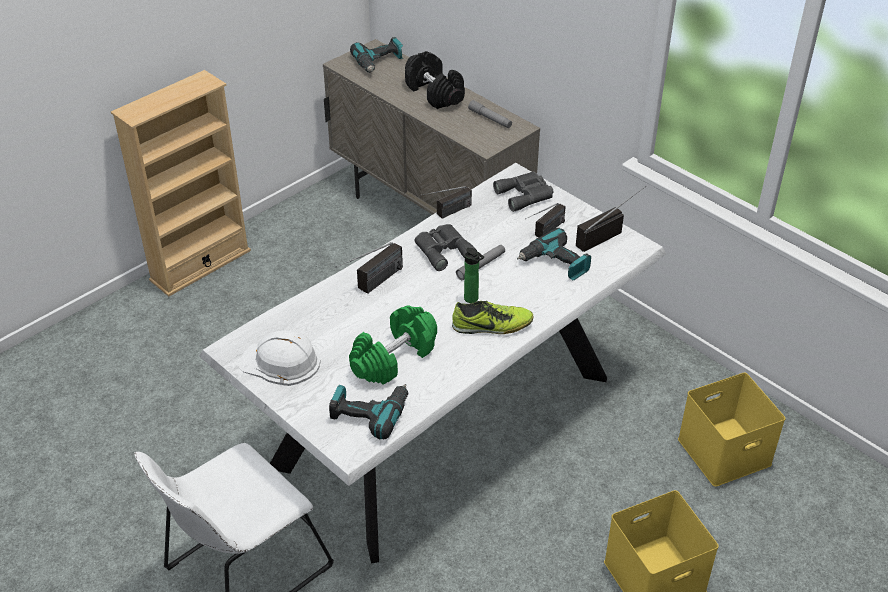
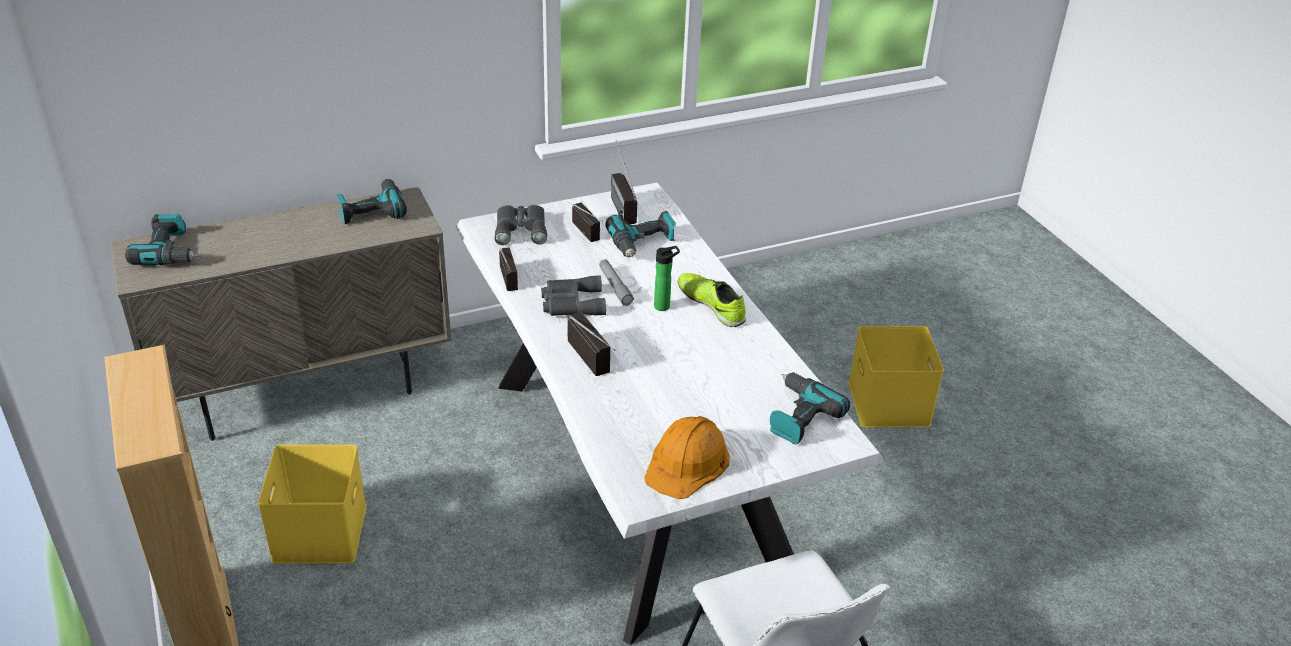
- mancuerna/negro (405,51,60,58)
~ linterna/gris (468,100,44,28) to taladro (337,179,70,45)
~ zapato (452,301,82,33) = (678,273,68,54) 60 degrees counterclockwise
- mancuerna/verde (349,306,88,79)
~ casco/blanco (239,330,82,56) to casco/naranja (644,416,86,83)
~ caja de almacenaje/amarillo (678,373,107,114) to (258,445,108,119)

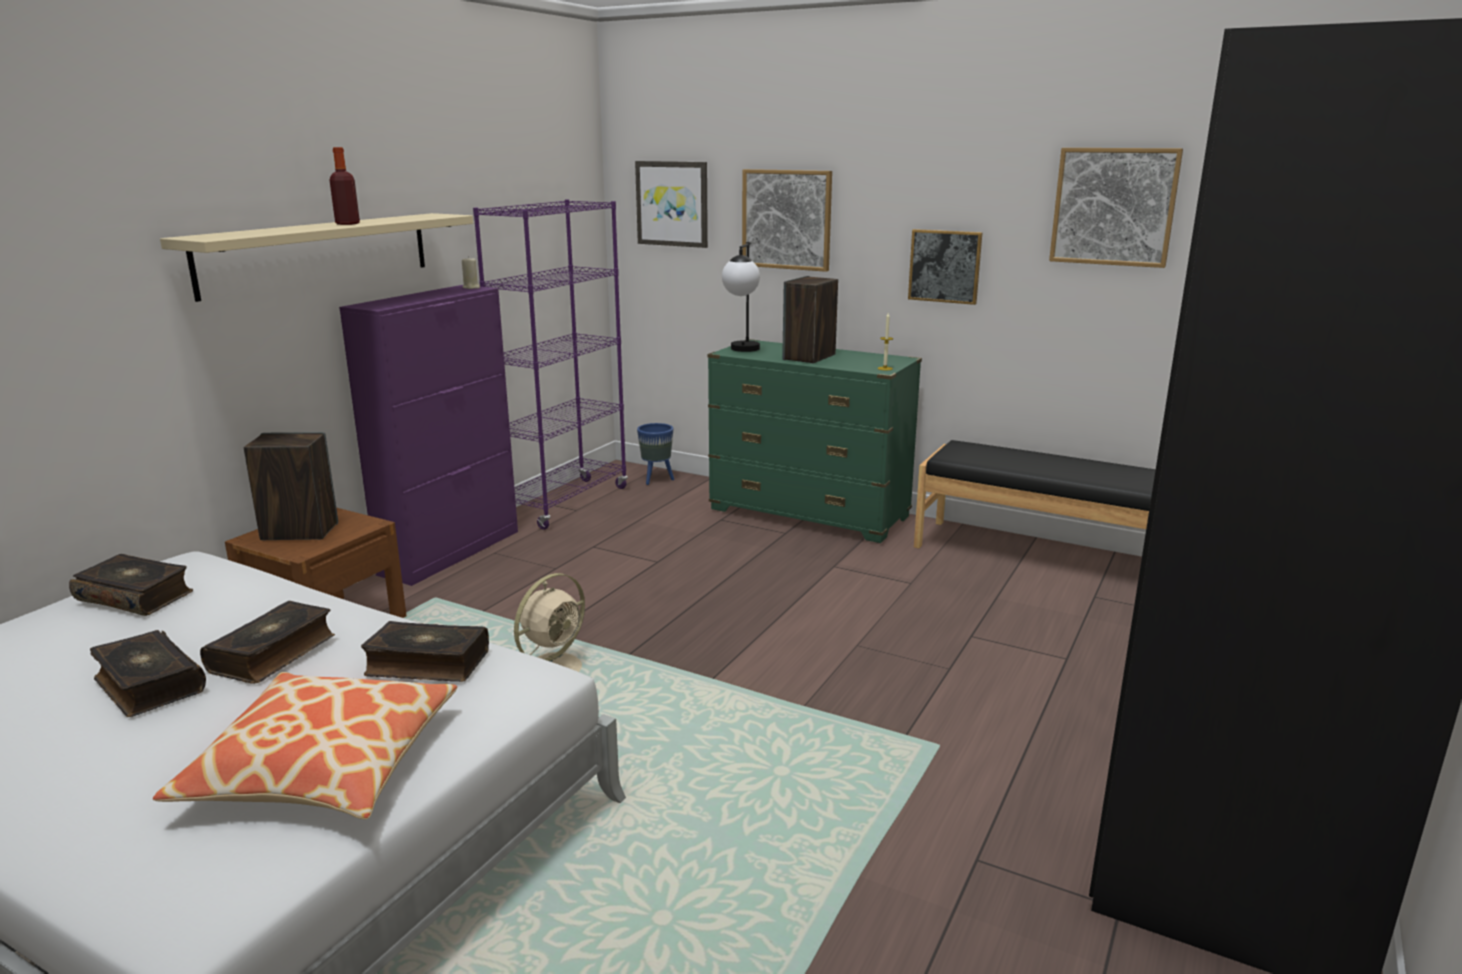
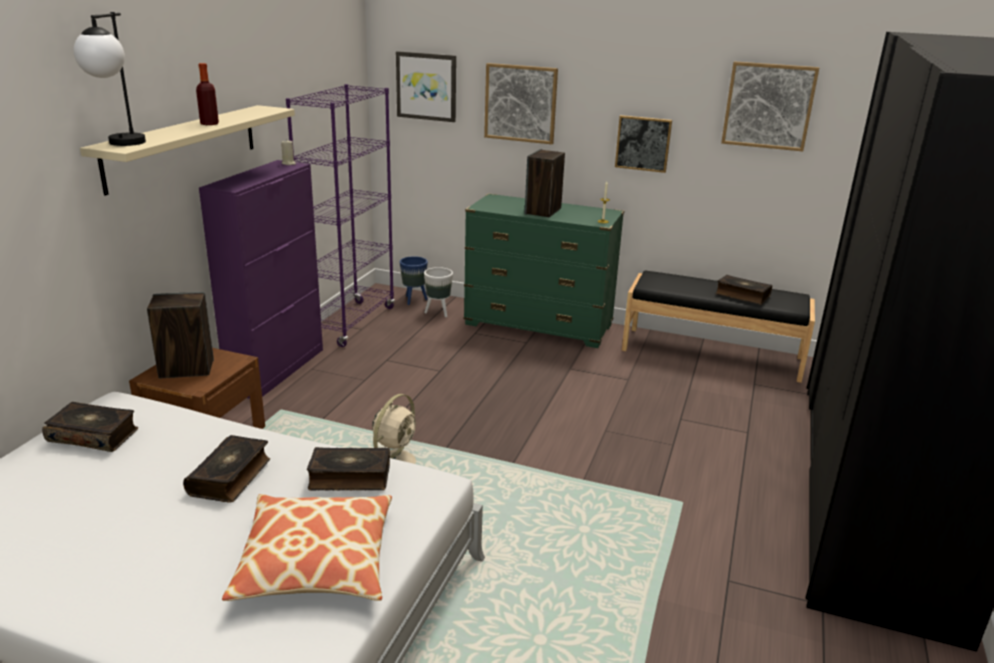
~ lámpara de mesa (722,242,38,110) to (73,12,73,134)
~ libro (90,630,116,87) to (715,275,57,30)
+ maceta/blanco (424,267,29,50)

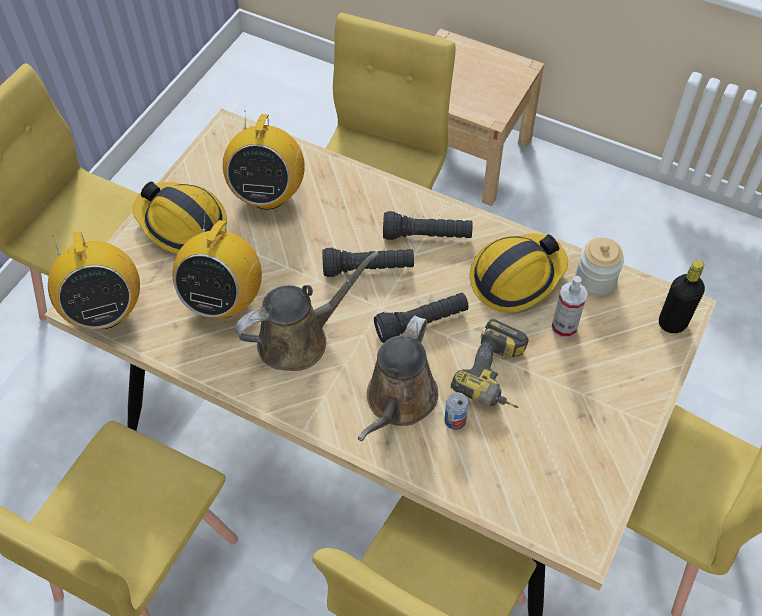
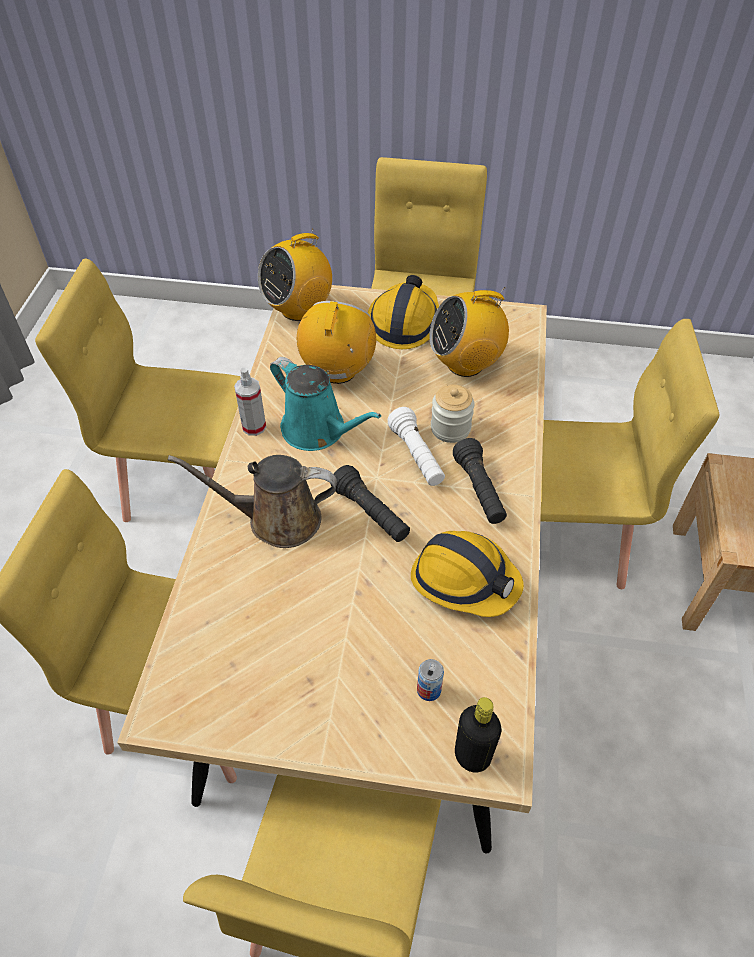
~ radio (173,212,89,106) = (297,301,79,83) 105 degrees clockwise
~ tarro (575,238,49,58) to (431,384,43,59)
~ linterna/negro (322,247,92,30) to linterna/blanco (388,407,57,79)
~ regadera/marrón (235,251,144,120) to regadera/turquesa (270,357,111,94)
~ pulverizador (551,276,37,62) to (234,368,32,68)
- taladro (451,319,78,89)
~ lata (445,392,23,38) to (417,659,27,42)

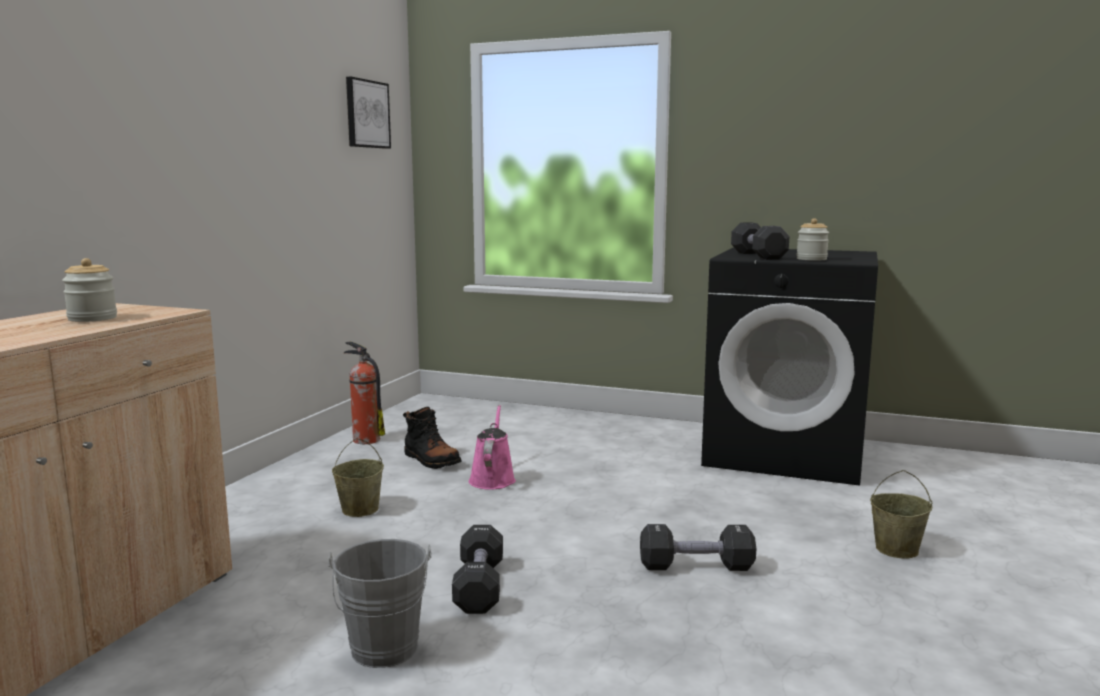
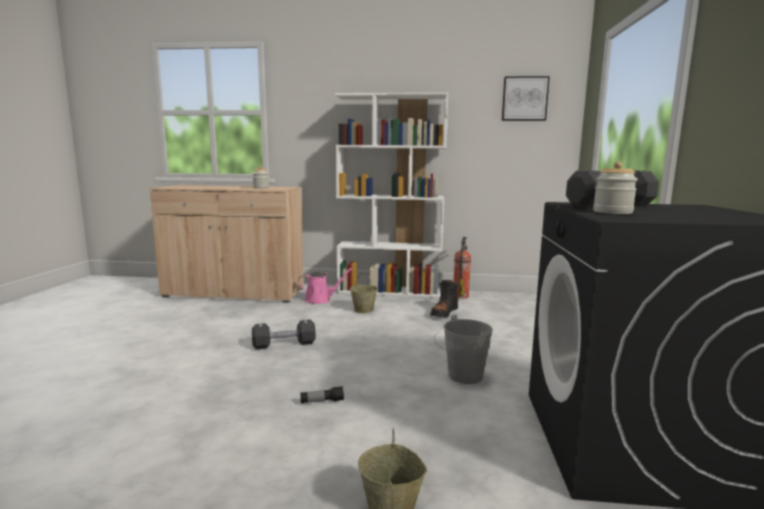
~ regadera/rosa (469,405,47,85) to (298,268,55,36)
~ mancuerna/negro (640,524,116,47) to linterna (301,386,43,17)
~ cubo/gris (328,539,103,129) to (434,315,59,69)
+ estantería/blanco (335,92,114,206)

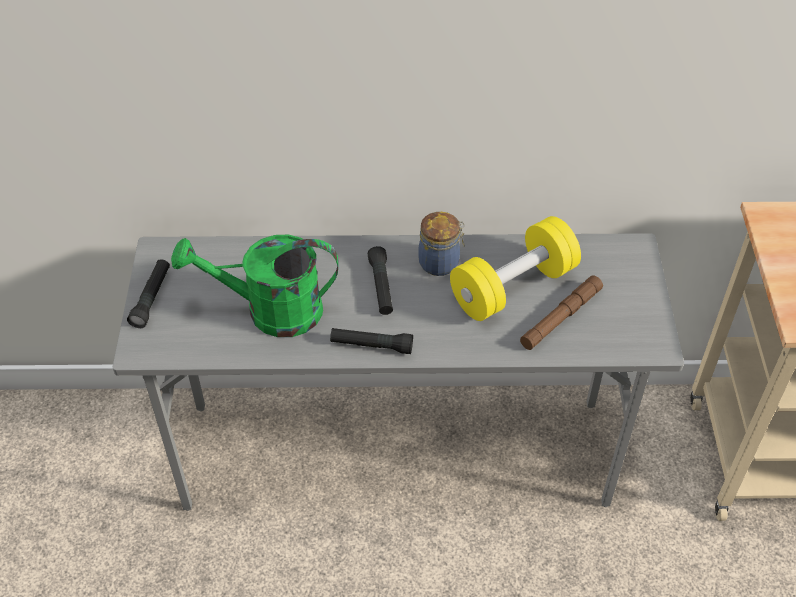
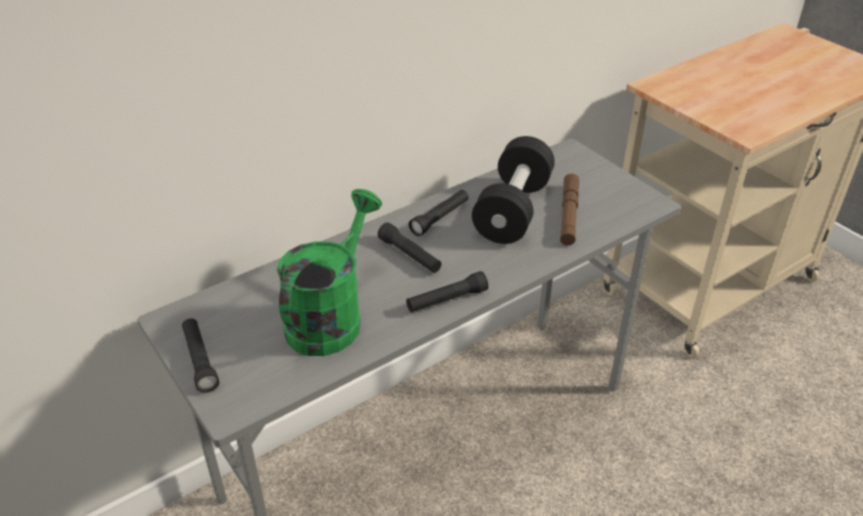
~ tarro (418,212,47,64) to linterna/negro (409,190,60,46)
~ mancuerna/amarillo (450,216,131,105) to mancuerna/negro (472,136,83,108)
~ regadera/verde (171,234,168,103) = (277,189,105,167) 150 degrees clockwise

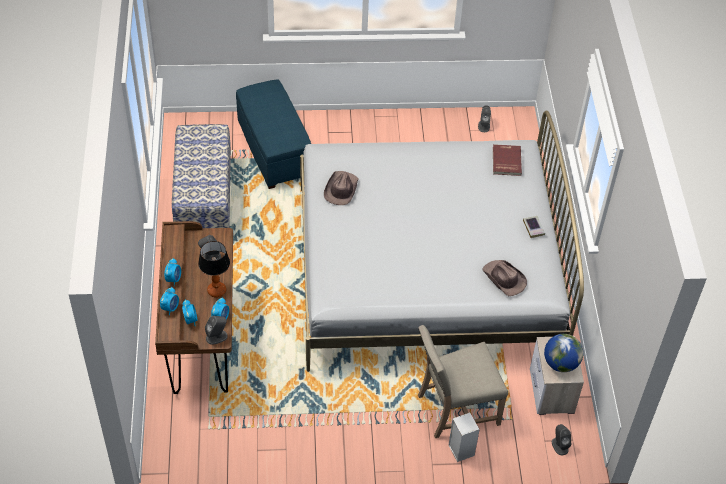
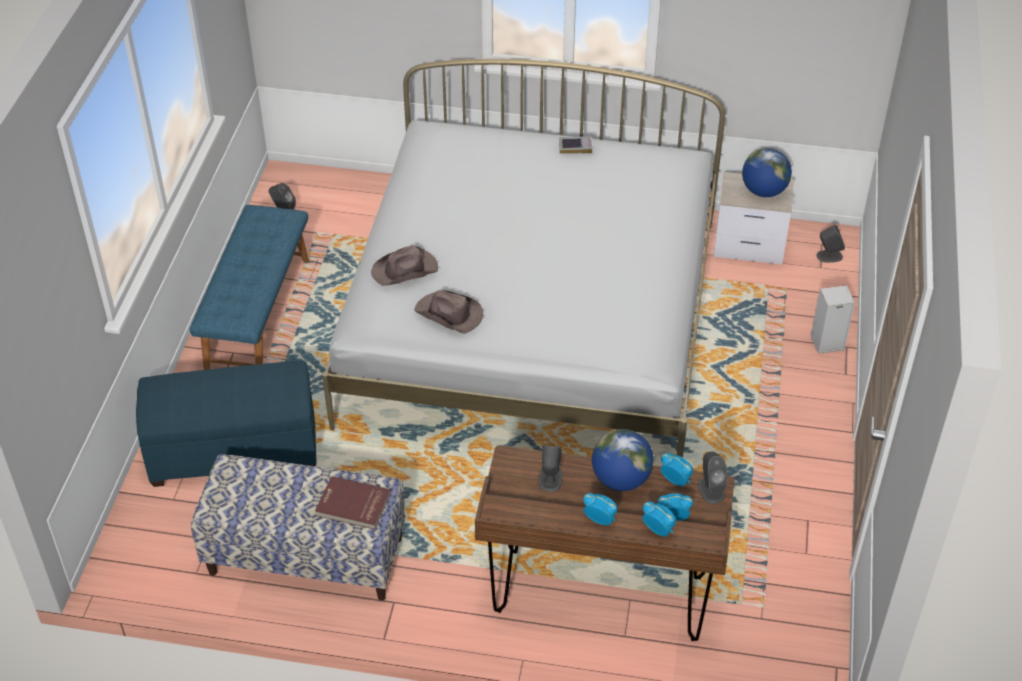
~ libro/rojo (493,144,29,32) to (315,476,76,54)
~ lámpara de mesa (198,241,32,57) to globo terráqueo (592,429,62,62)
~ sombrero/marrón (482,260,45,36) to (371,245,67,41)
- silla/beis (418,325,90,113)
+ banco/azul (190,205,119,165)

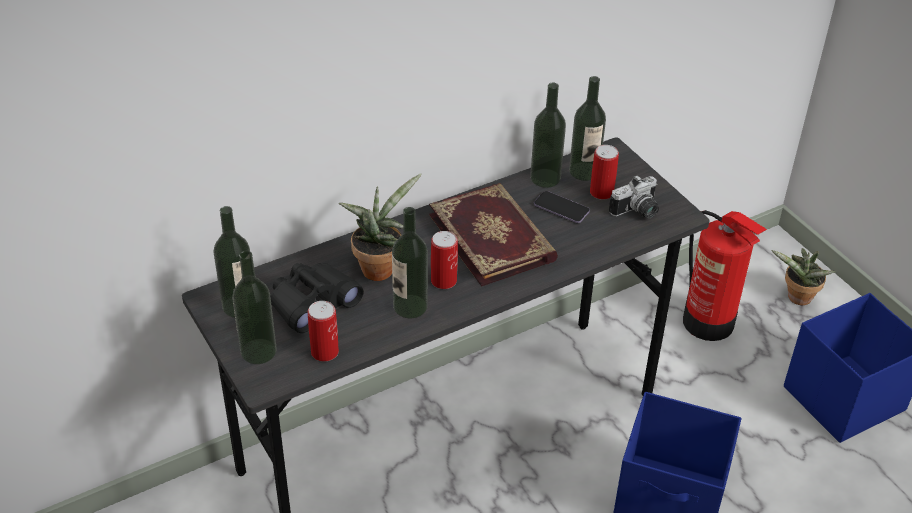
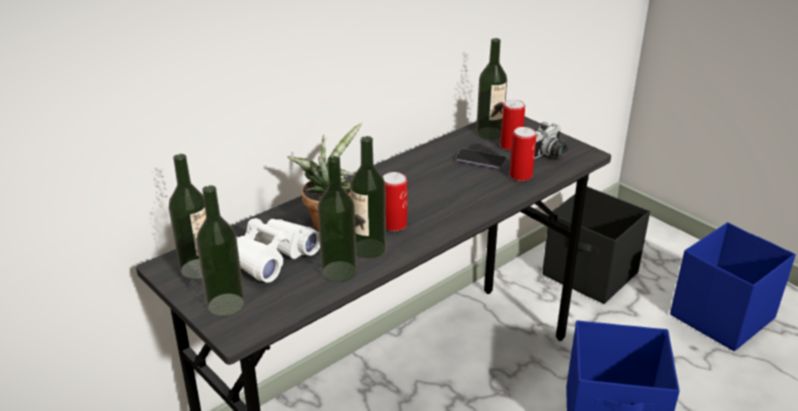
~ botella (530,82,36,106) to (318,156,39,126)
- libro (429,183,129,103)
~ extintor (683,210,84,131) to caja de almacenaje/negro (542,186,108,118)
- planta en maceta (771,248,65,57)
~ prismáticos/negro (270,263,93,70) to prismáticos/blanco (237,218,83,65)
~ lata (308,301,31,61) to (510,127,26,54)

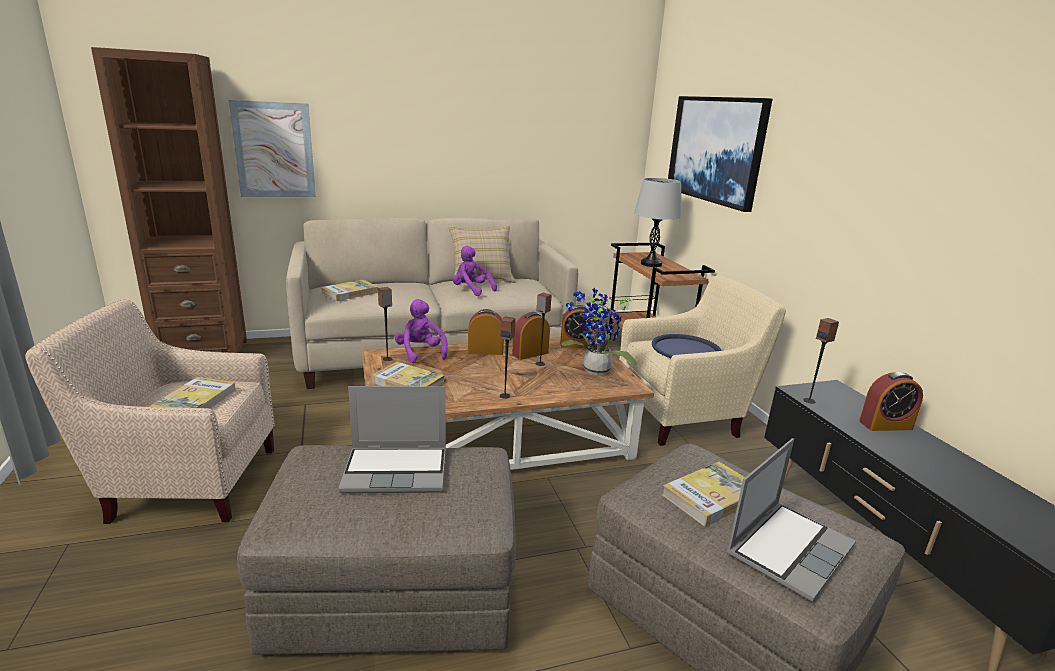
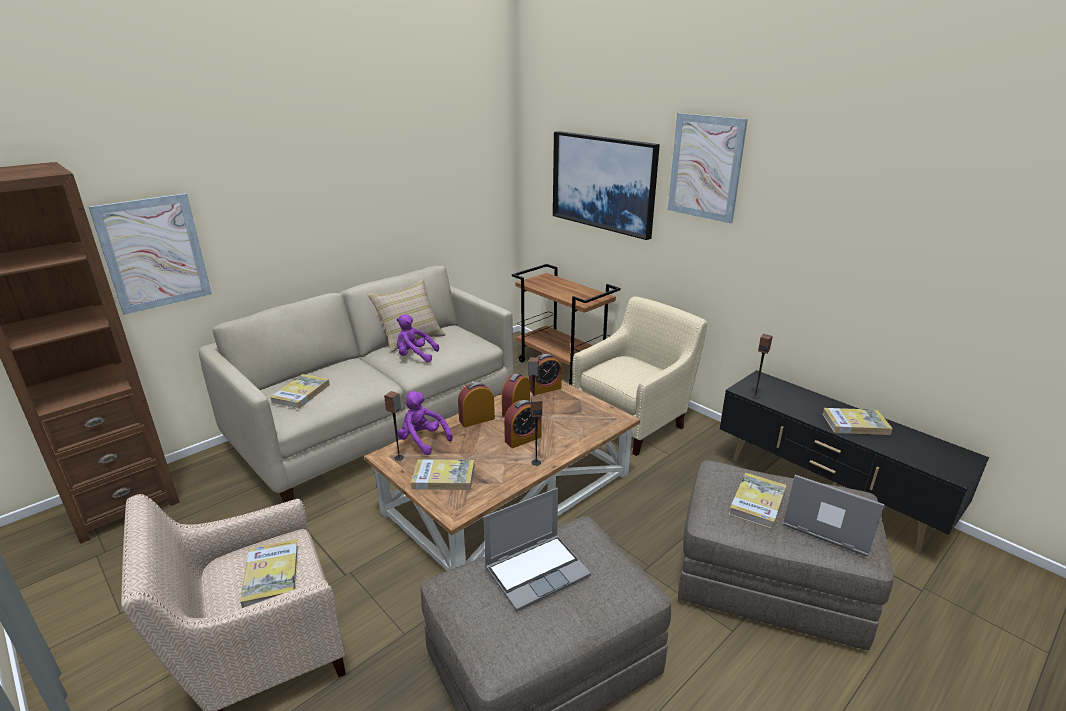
- lámpara de mesa/gris (634,178,48,89)
- planta en maceta (561,288,76,87)
- bandeja/azul (652,334,70,24)
~ despertador (859,372,64,59) to (504,400,38,48)
~ portátil (726,438,130,164) = (783,475,102,81) 75 degrees counterclockwise
+ cuadro (668,113,80,110)
+ libro (822,408,71,27)

